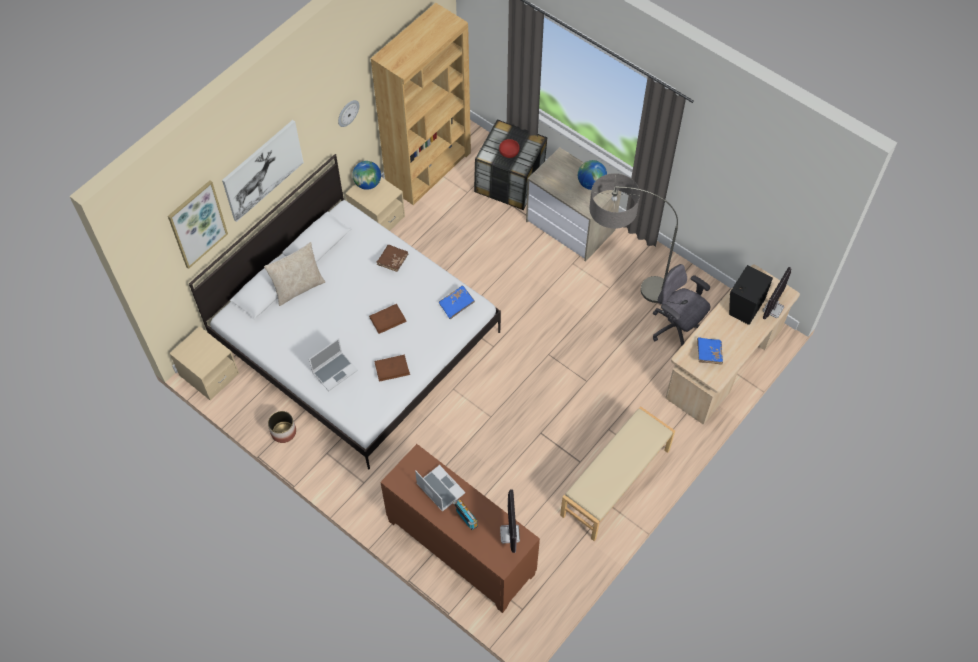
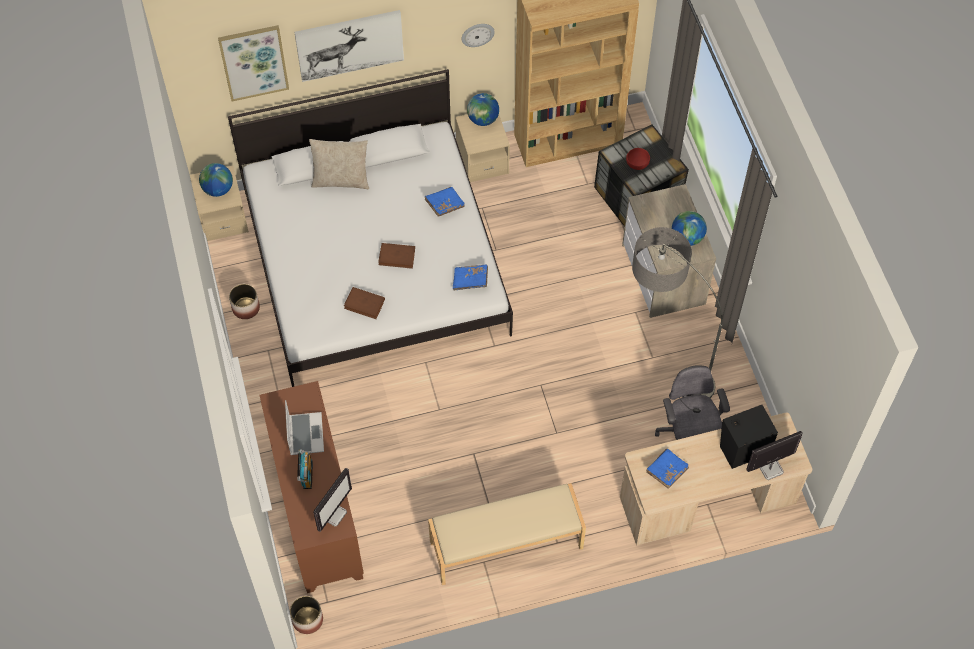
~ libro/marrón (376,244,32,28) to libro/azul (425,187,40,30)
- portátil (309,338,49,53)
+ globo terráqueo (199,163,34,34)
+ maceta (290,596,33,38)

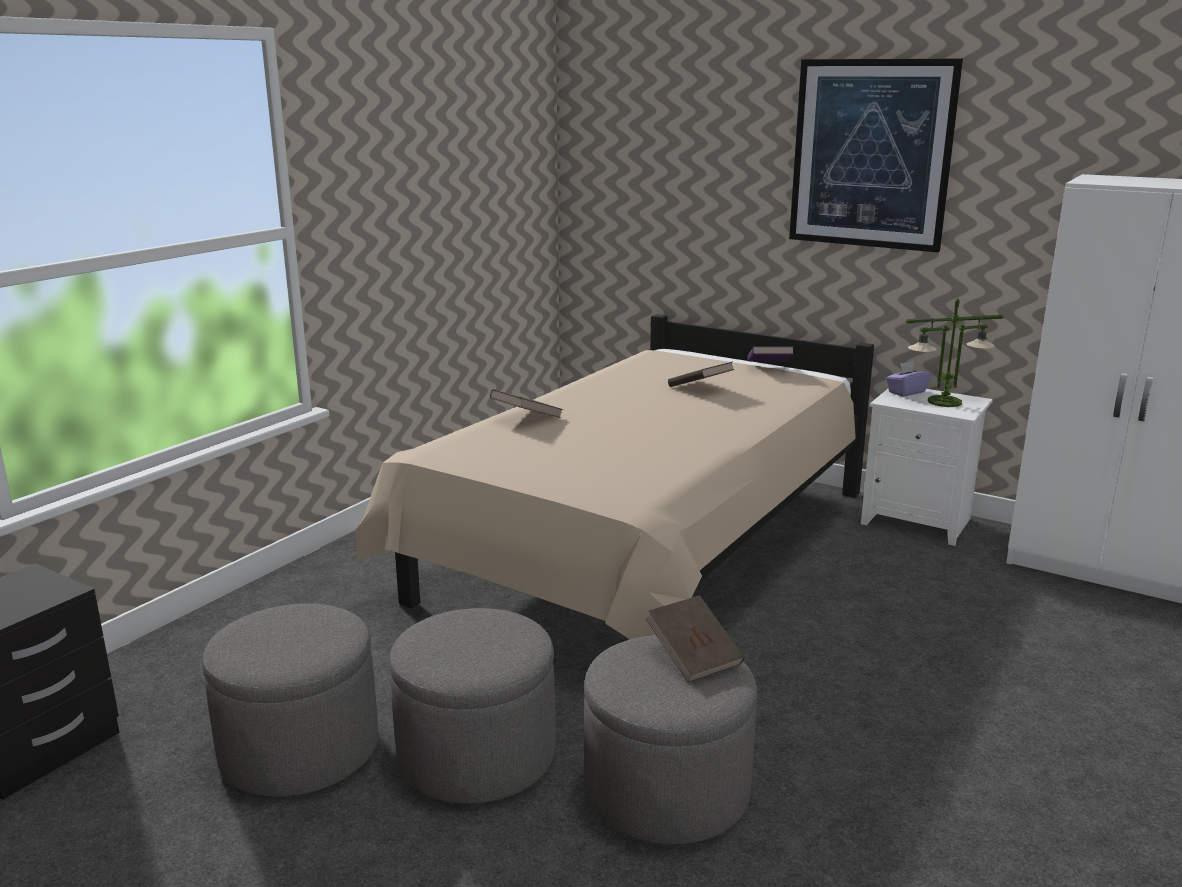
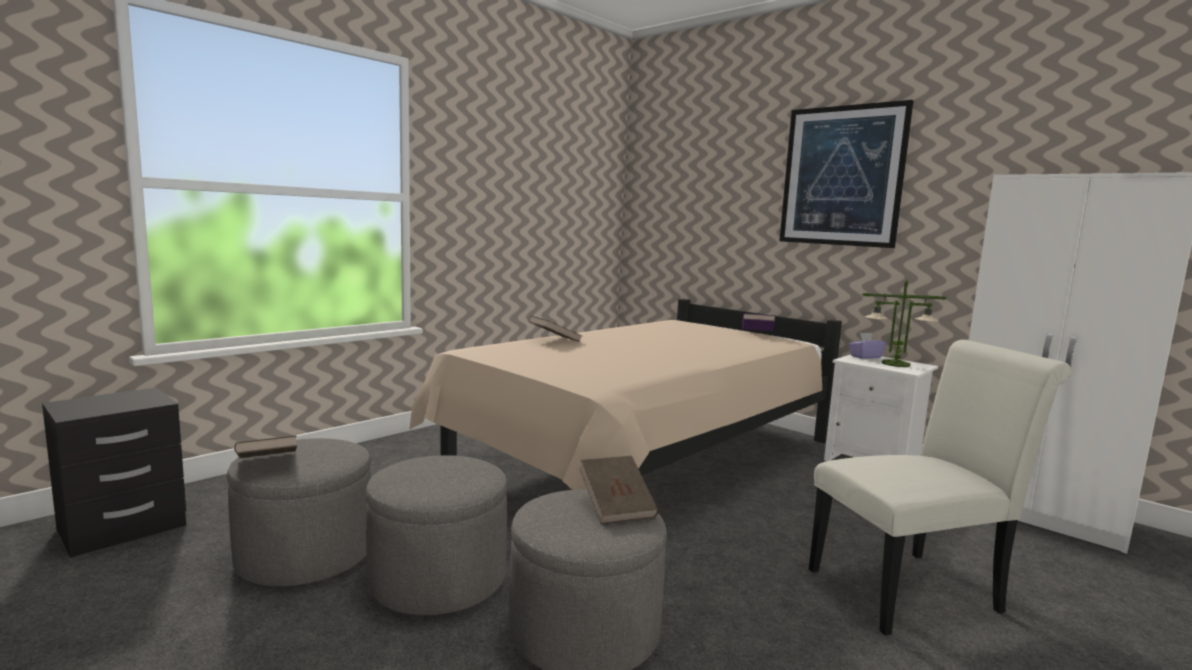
~ libro/marrón (668,362,67,25) to (234,435,63,23)
+ silla/blanco (809,340,262,295)

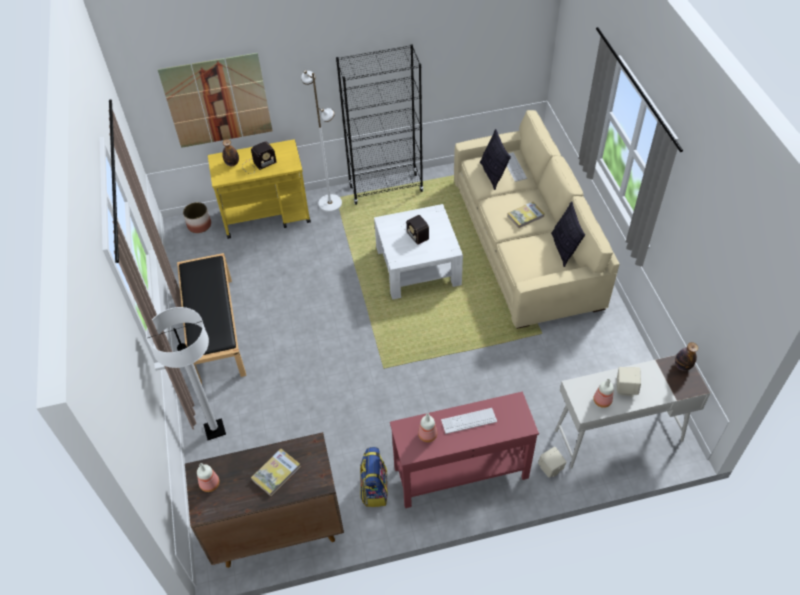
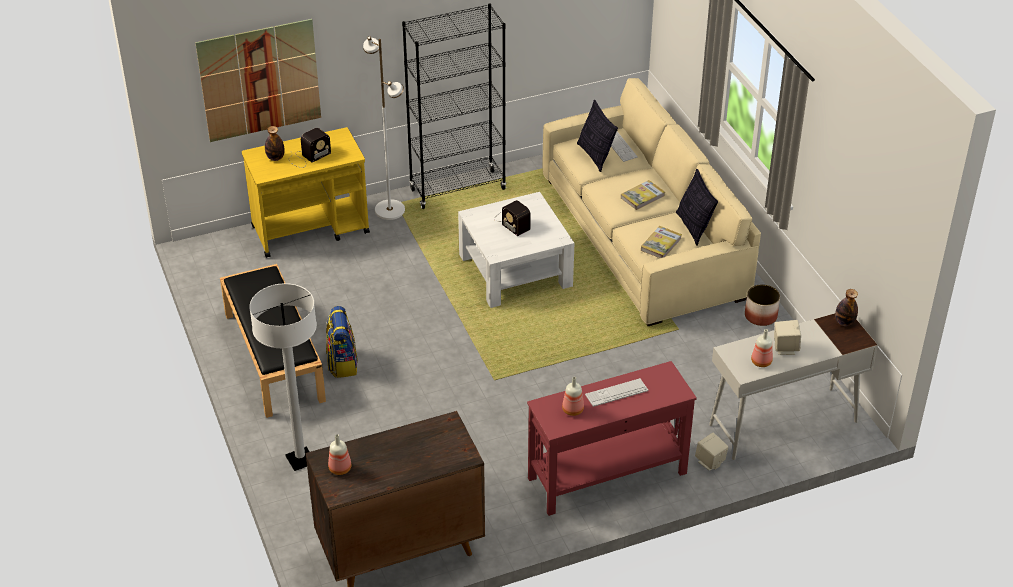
~ maceta (183,202,28,31) to (745,284,35,42)
~ mochila (360,447,28,60) to (326,306,32,72)
~ libro (251,449,50,47) to (641,226,41,32)

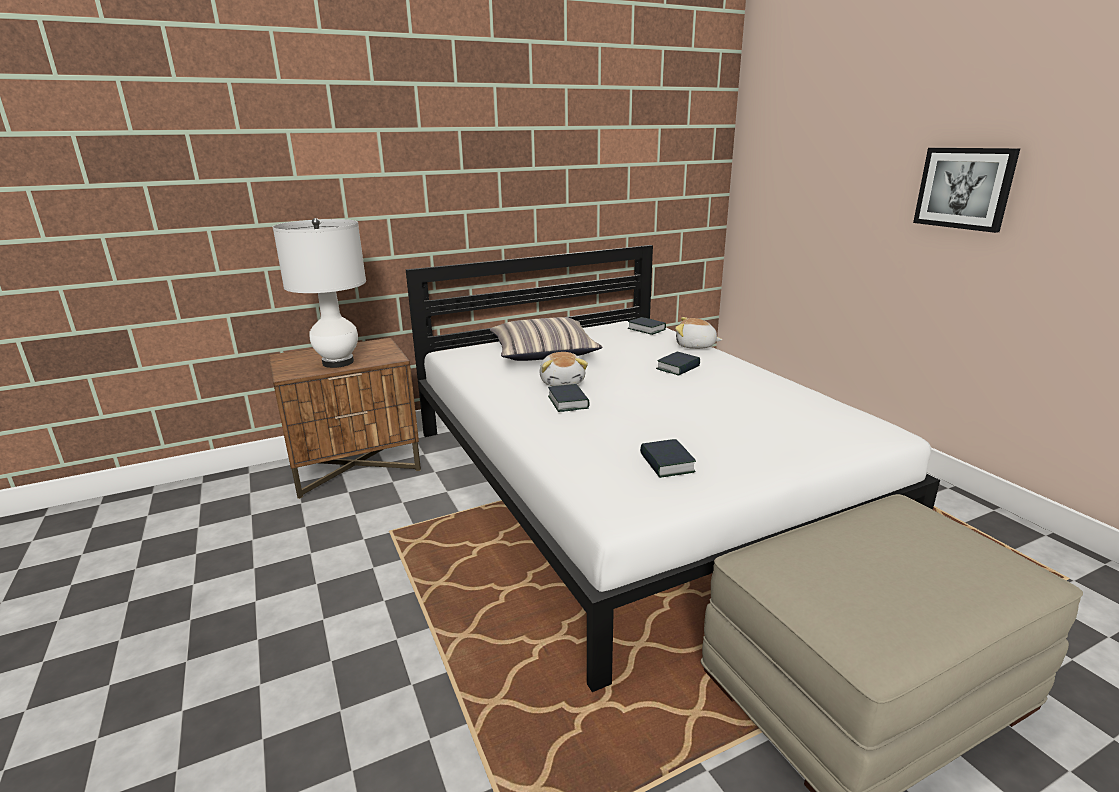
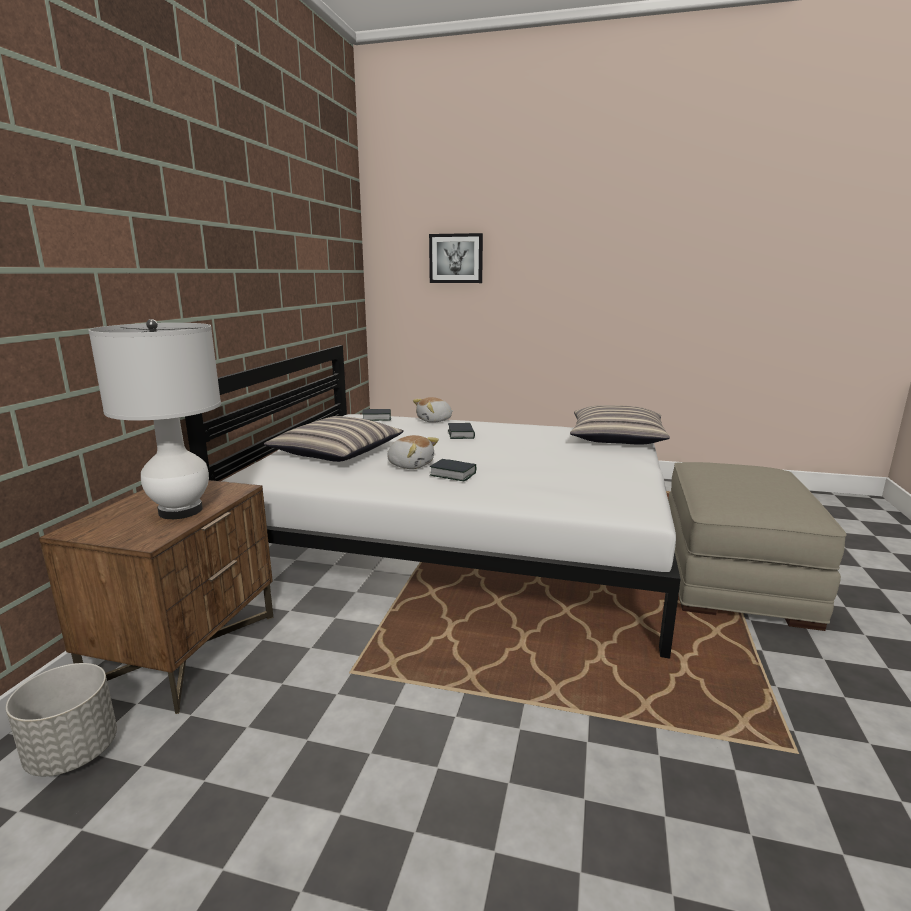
~ cuadro (913,148,107,85) to (429,233,54,50)
- libro (640,439,56,39)
+ cojín (570,405,100,39)
+ maceta/gris (6,663,111,113)

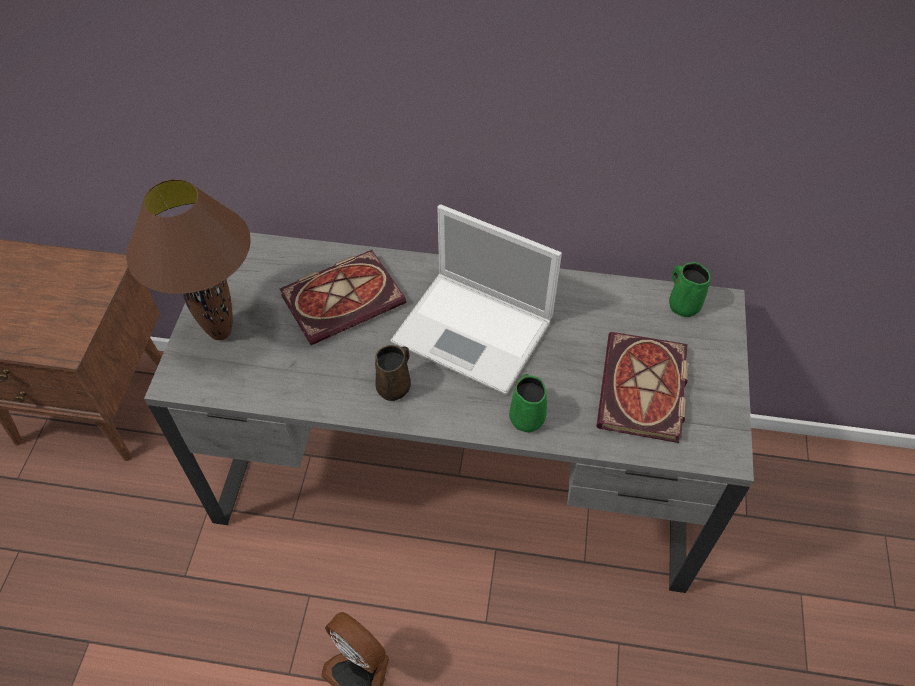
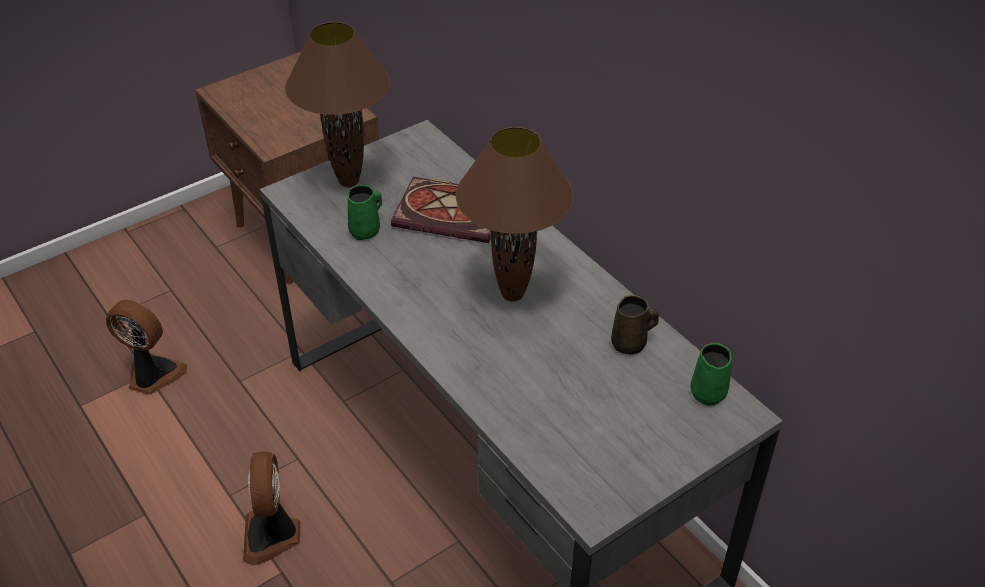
~ portátil (390,204,172,191) to lámpara de mesa/marrón (456,127,118,175)
- libro (596,332,93,111)
~ taza grande/marrón (375,345,36,56) to (611,295,48,59)
~ taza grande/verde (509,374,38,59) to (347,185,35,55)
+ ventilador (106,300,81,95)

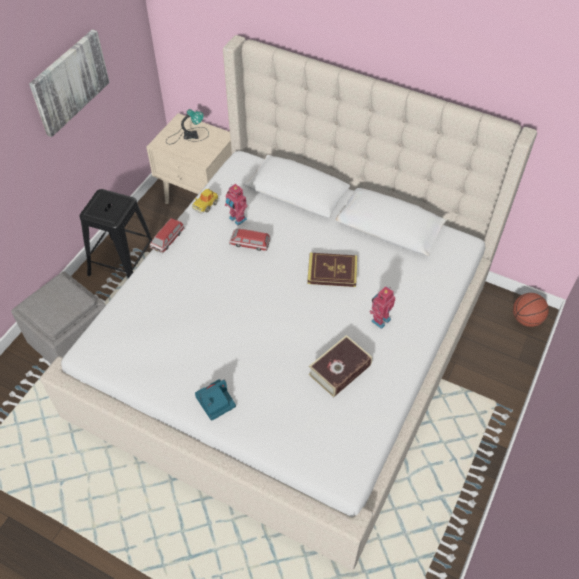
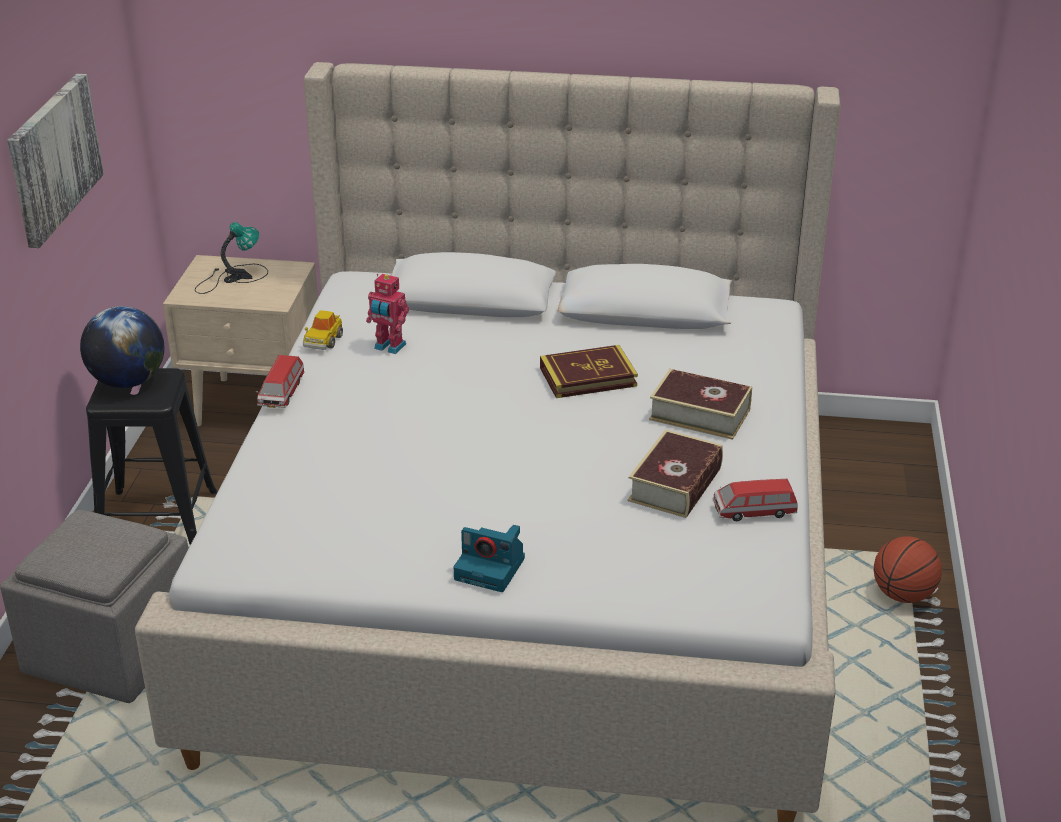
~ coche de juguete (229,229,41,22) to (713,479,85,42)
~ robot de juguete (369,286,26,43) to libro (649,369,103,71)
~ balón de baloncesto (513,293,36,34) to (874,536,68,67)
~ cámara (195,379,41,42) = (453,525,72,67) 105 degrees counterclockwise
+ globo terráqueo (80,306,84,82)

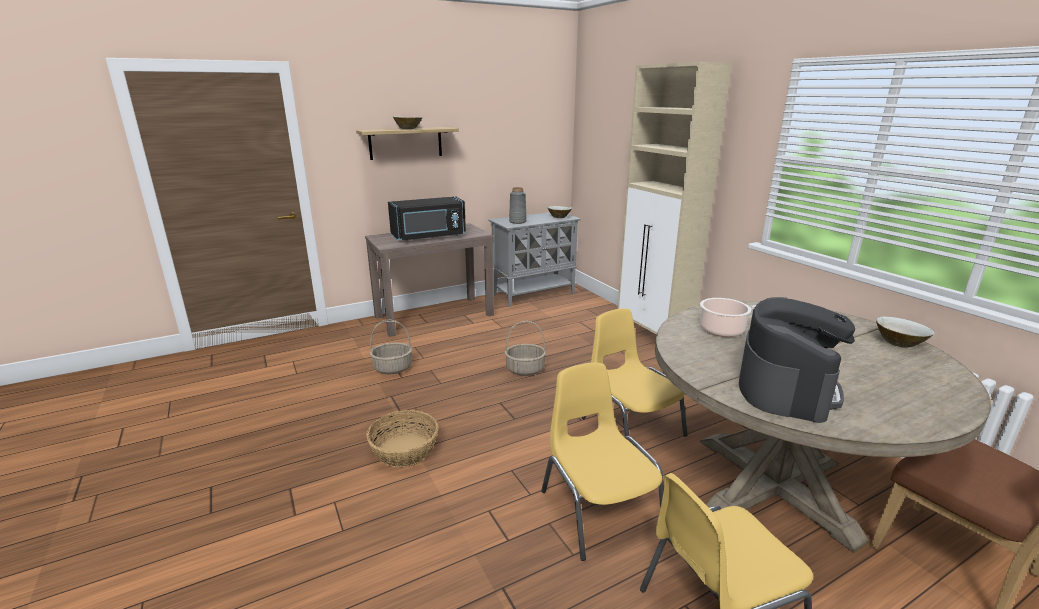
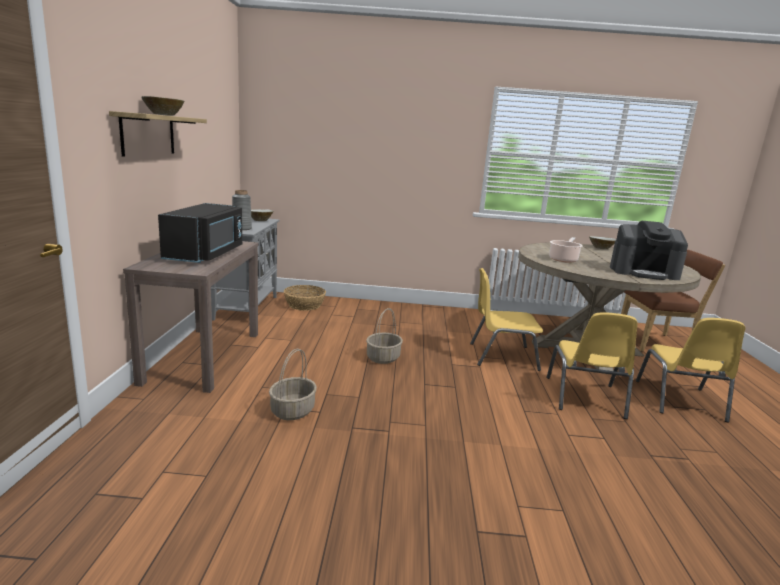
- armario/beis (617,62,115,273)
~ cafetera (739,297,116,126) = (610,221,78,59) 135 degrees clockwise
~ silla/amarillo (541,363,123,198) = (546,312,92,107) 90 degrees counterclockwise
~ cesta (366,410,73,58) to (284,285,42,26)

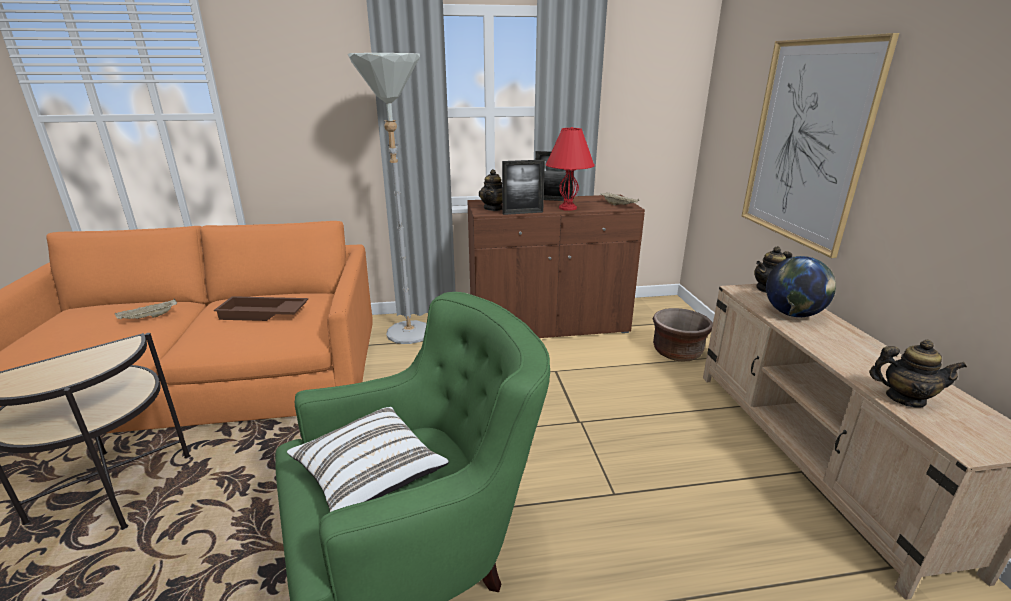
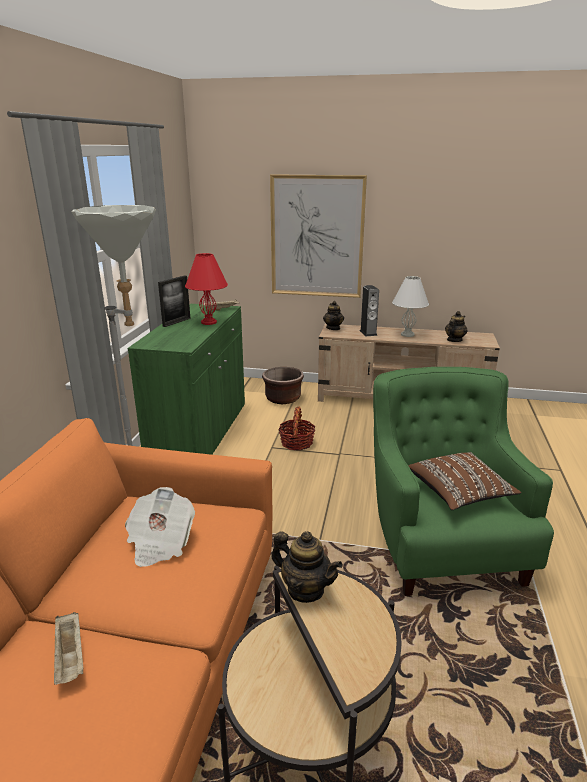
- portarretratos (502,160,43,55)
~ tetera (479,169,23,42) to (271,531,72,72)
~ armario/marrón (467,195,178,143) to armario/verde (128,304,117,151)
~ globo terráqueo (766,256,70,61) to altavoz (360,285,19,51)
~ bandeja/marrón (214,296,94,25) to periódico (125,487,70,80)
~ cojín/blanco (287,407,162,105) to cojín/marrón (408,452,113,58)
+ lámpara de mesa/blanco (392,276,37,61)
+ cesta (278,406,38,44)

